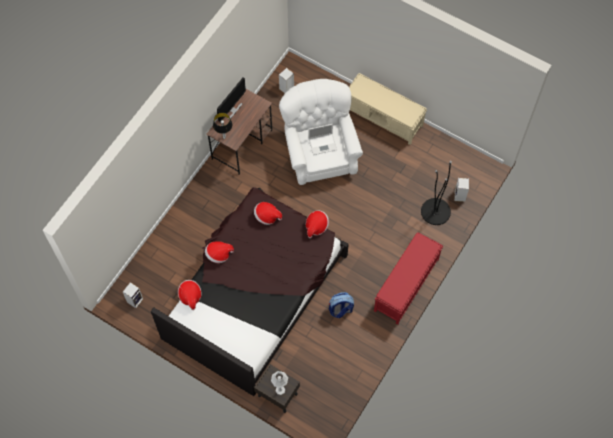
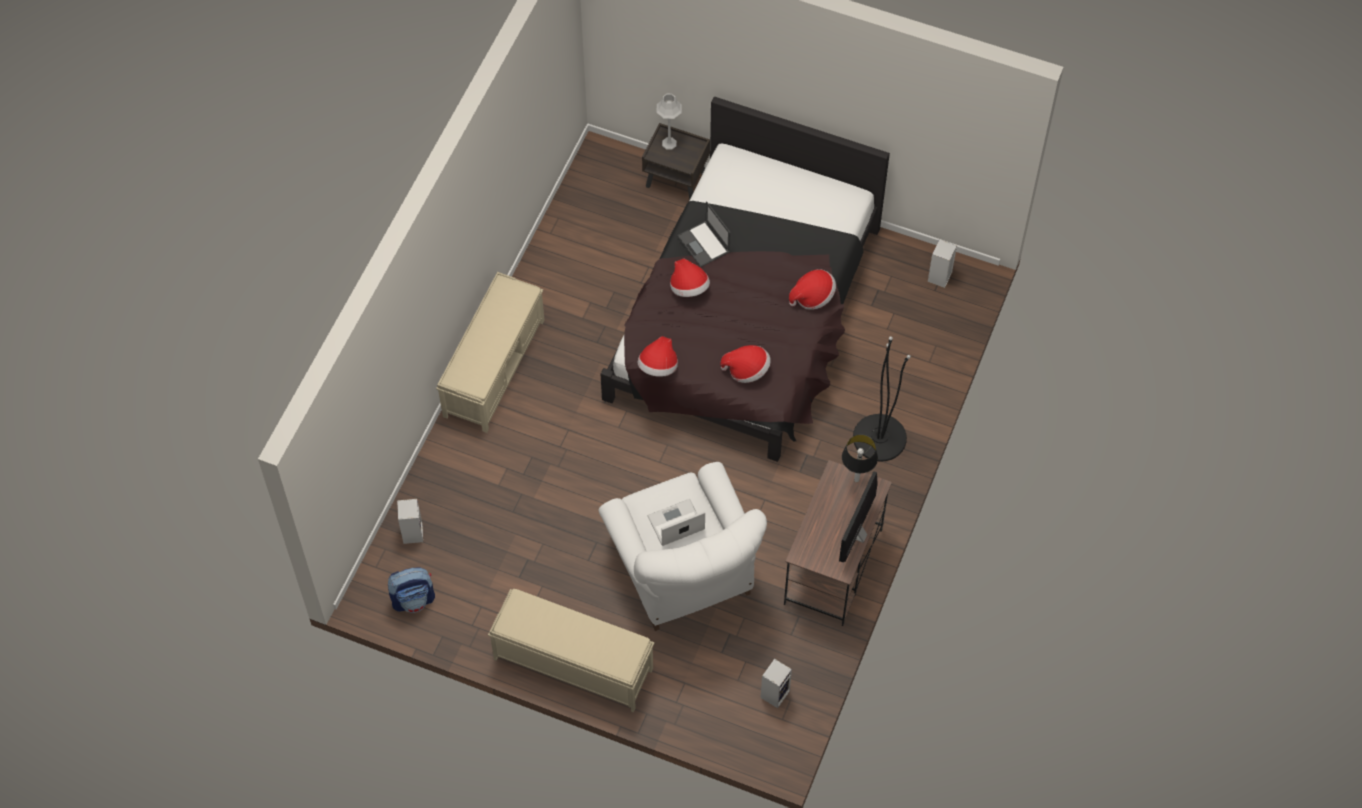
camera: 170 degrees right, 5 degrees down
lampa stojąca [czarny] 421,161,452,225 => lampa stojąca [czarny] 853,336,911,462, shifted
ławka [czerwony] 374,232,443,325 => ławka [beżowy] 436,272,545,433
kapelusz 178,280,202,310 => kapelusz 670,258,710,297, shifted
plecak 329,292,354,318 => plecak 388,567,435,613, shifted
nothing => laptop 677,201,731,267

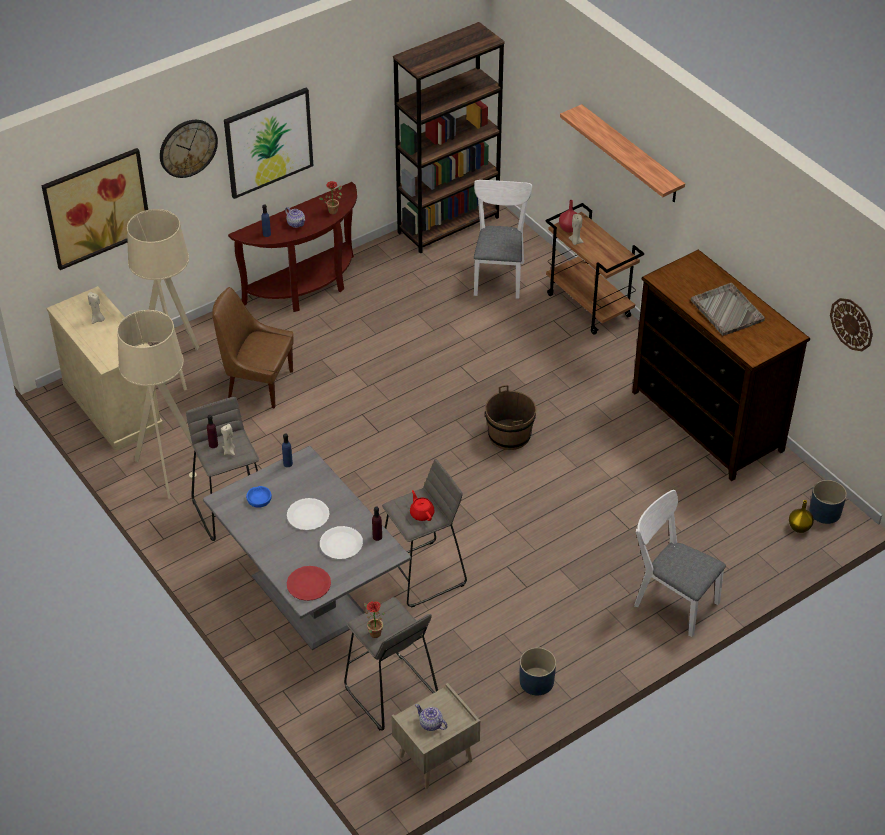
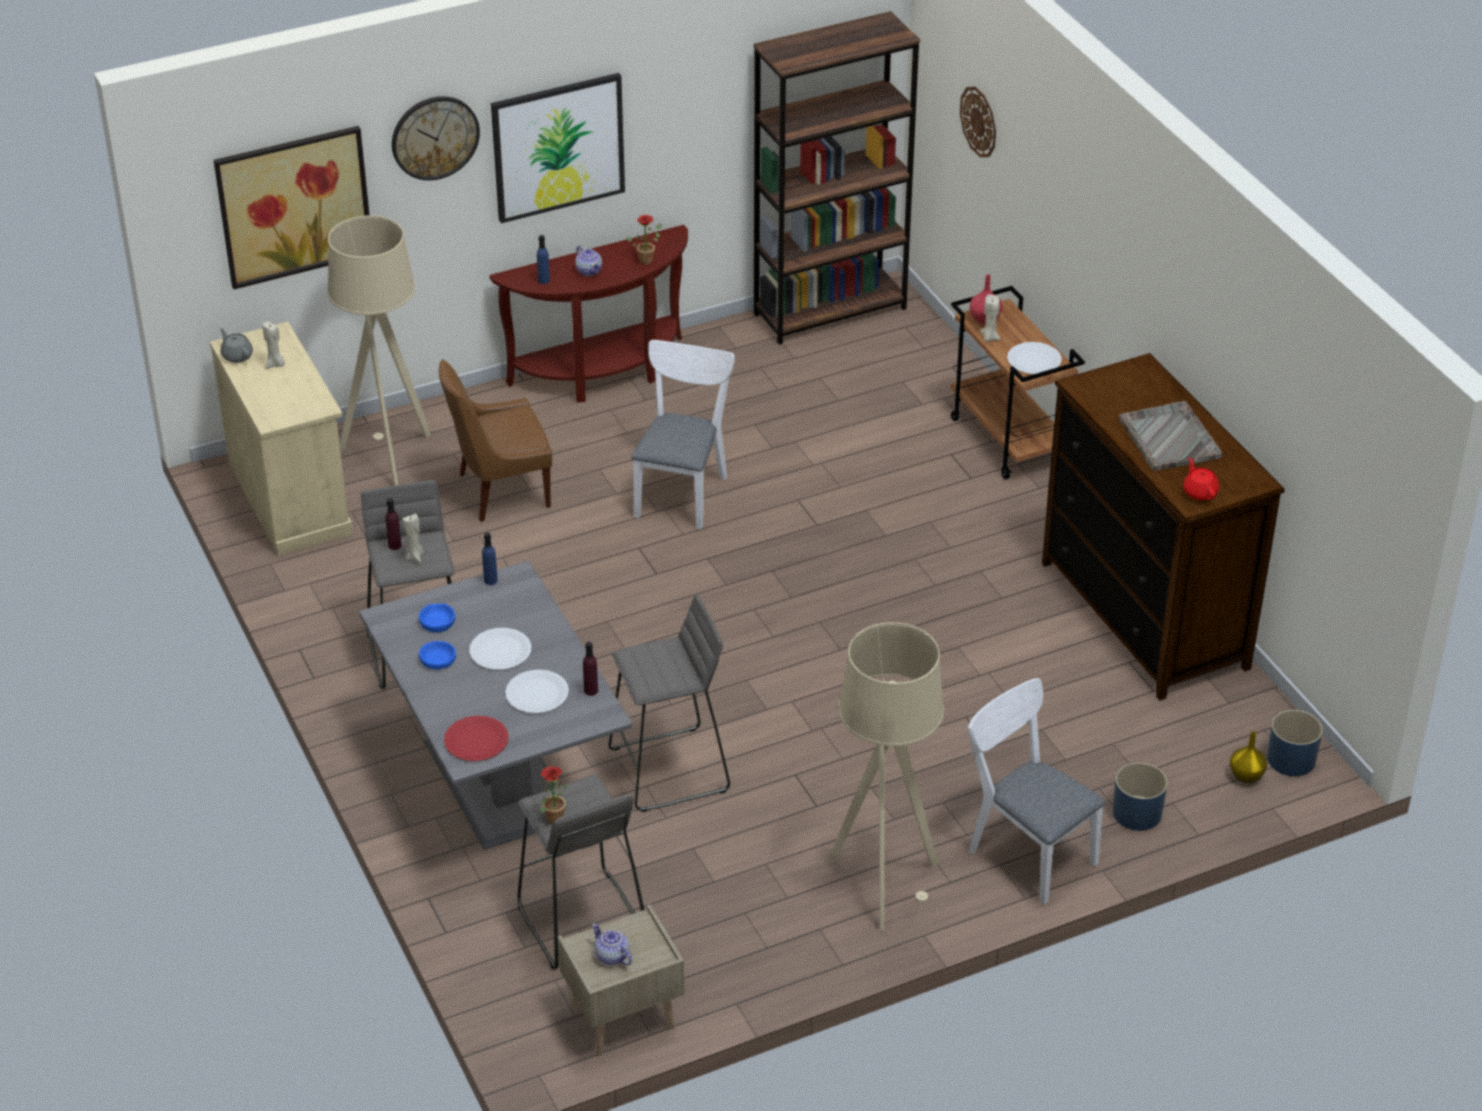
camera: 10 degrees right, 5 degrees down
półka 560,104,685,202 => nothing
krzesło [biały] 474,180,532,299 => krzesło [biały] 632,340,735,529, shifted
krzesło [brązowy] 212,287,294,409 => krzesło [brązowy] 439,359,552,522, 45 degrees counterclockwise
zegar ścienny 830,298,873,351 => zegar ścienny 960,87,996,157, shifted
lampa stojąca [beżowy] 117,310,197,499 => lampa stojąca [beżowy] 828,622,944,931, shifted
wiadro [brązowy] 485,385,536,450 => nothing
imbryk [czerwony] 410,490,435,521 => imbryk [czerwony] 1183,458,1219,500, shifted
donica [niebieski] 520,647,556,695 => donica [niebieski] 1113,763,1167,831, shifted
nothing => imbryk [szary] 220,328,253,363
nothing => talerz [biały] 1007,342,1062,374
nothing => miska [niebieski] 419,641,456,670

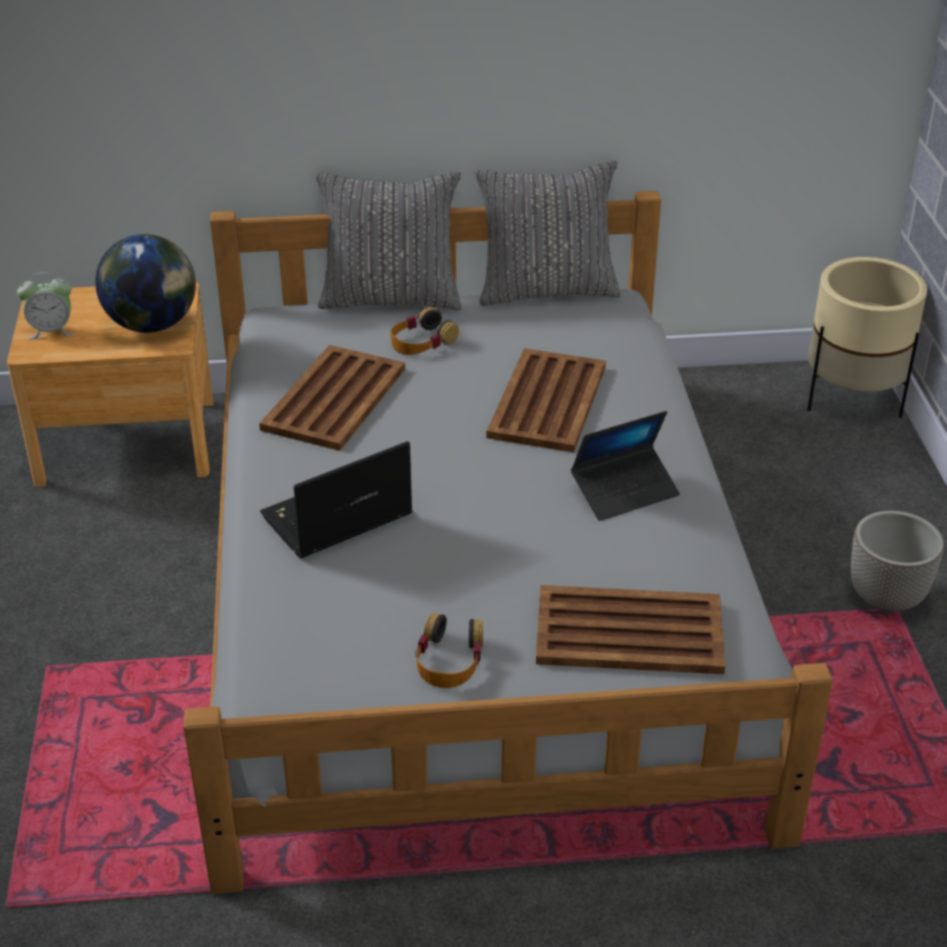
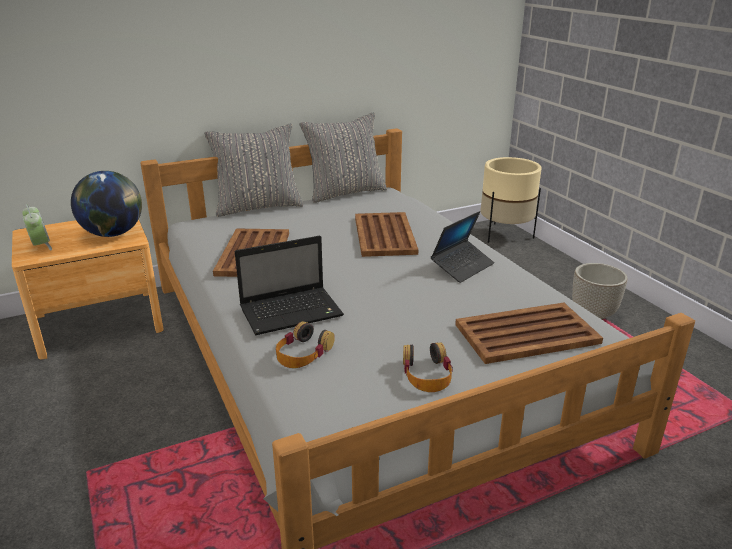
camera: 20 degrees left, 10 degrees down
budzik 17,272,74,339 => budzik 22,204,52,250, 90 degrees counterclockwise
słuchawki 391,307,459,355 => słuchawki 276,321,335,368, shifted
laptop 260,441,413,558 => laptop 235,236,344,335, 150 degrees counterclockwise

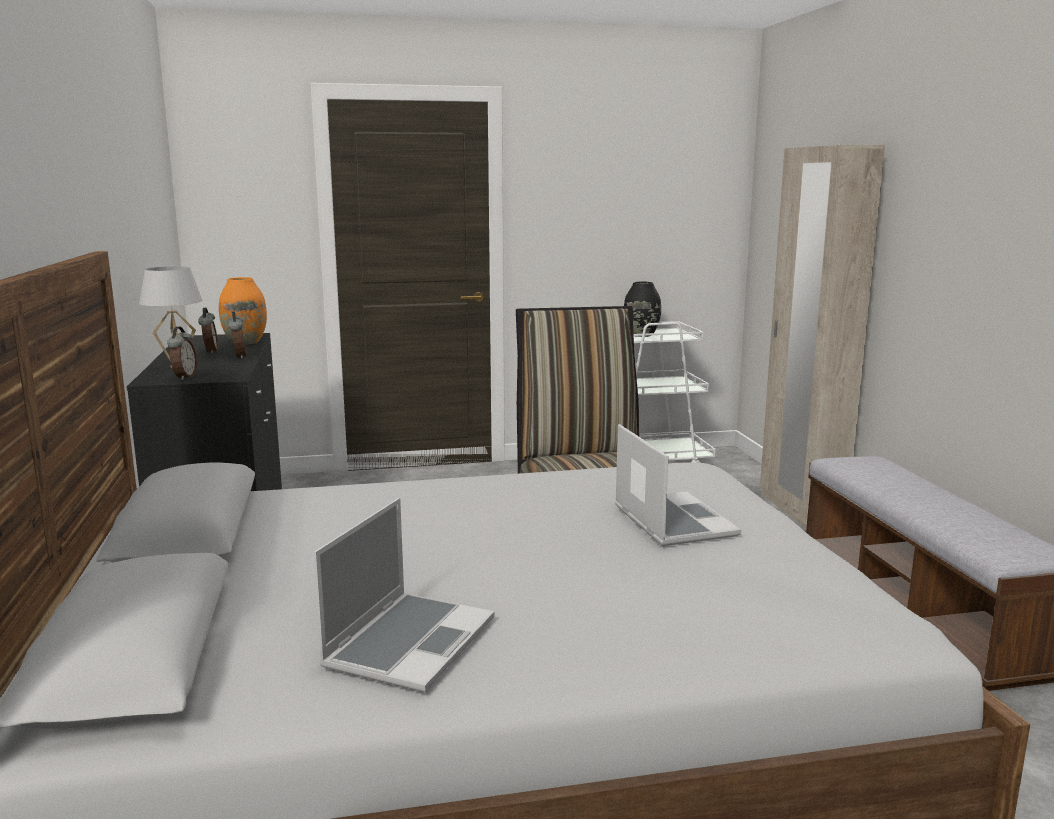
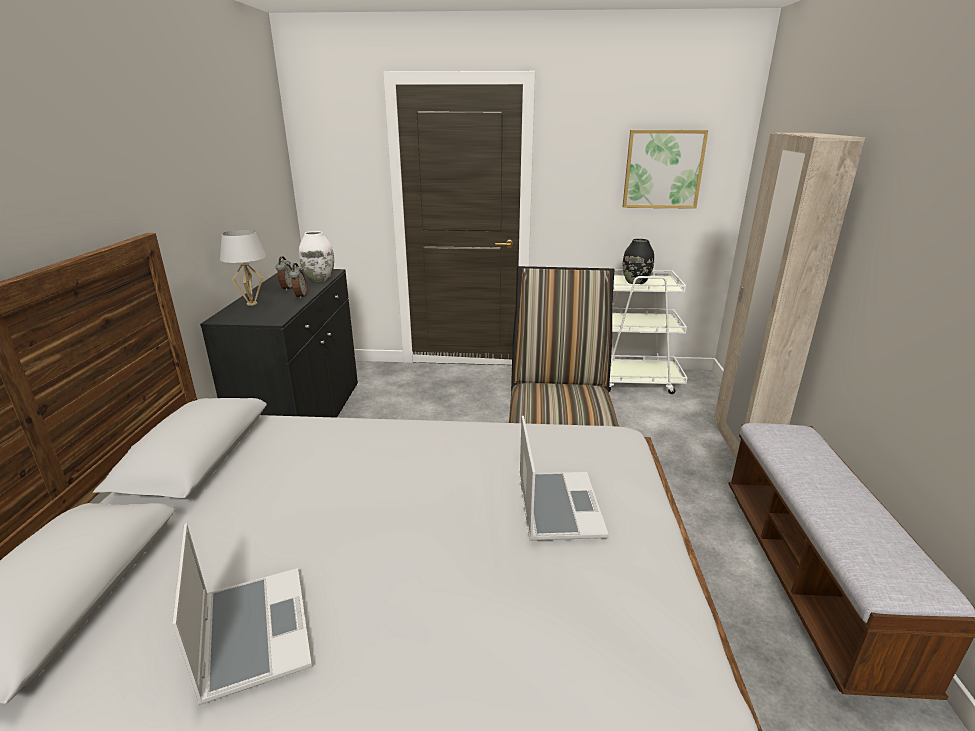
camera: 15 degrees right, 10 degrees up
wazon [pomarańczowy] 219,277,267,345 => wazon [biały] 299,231,334,282
budzik 167,327,197,380 => nothing
laptop 314,498,495,692 => laptop 172,523,312,705, 60 degrees counterclockwise
nothing => obraz 623,130,708,209

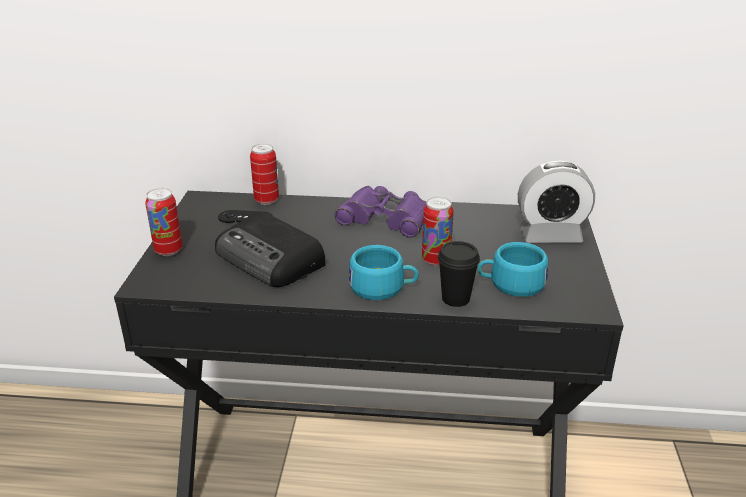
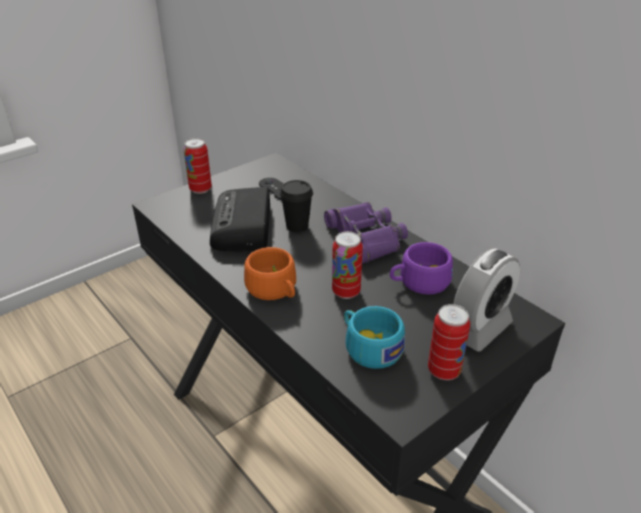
camera: 45 degrees right, 5 degrees up
puszka 250,144,279,205 => puszka 428,304,470,380, shifted
budzik 518,160,595,243 => budzik 453,248,520,352, 90 degrees counterclockwise
filiżanka [czarny] 438,241,480,307 => filiżanka [czarny] 280,180,313,232, shifted
filiżanka [turkusowy] 349,245,419,300 => filiżanka [pomarańczowy] 244,247,296,300
nothing => filiżanka [fioletowy] 390,242,453,294

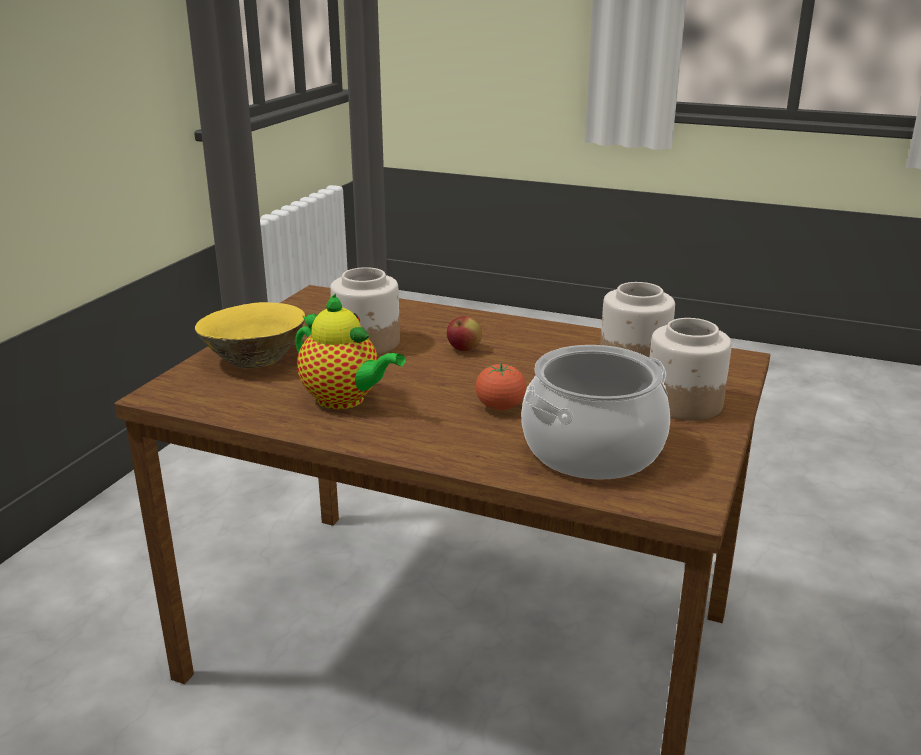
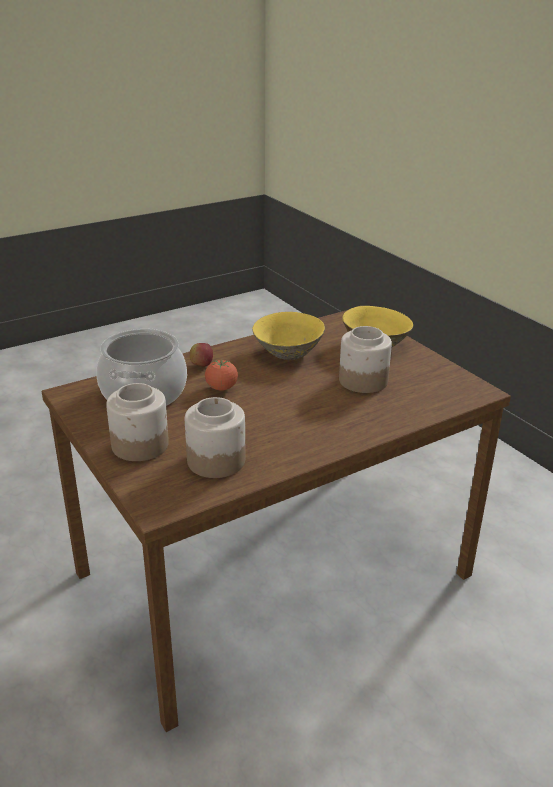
camera: 125 degrees right, 5 degrees up
imbryk 295,294,406,409 => miska [żółty] 252,312,325,360
jabłko 447,316,482,351 => jabłko 189,343,213,367, shifted

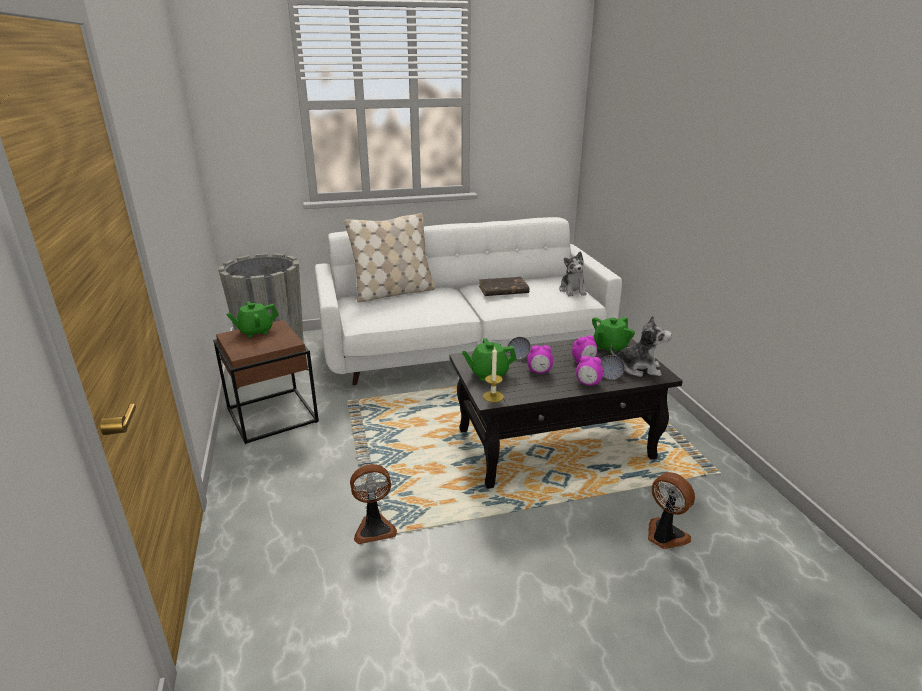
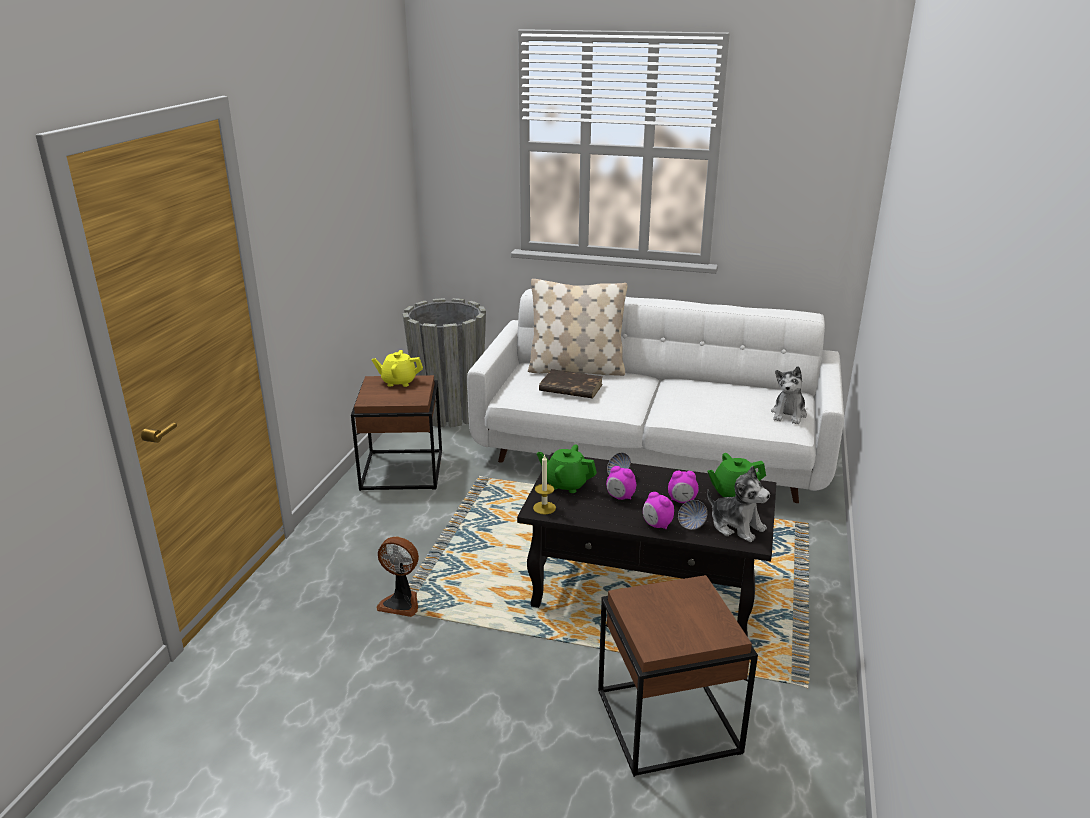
camera: 30 degrees right, 0 degrees up
książka [brązowy] 479,277,530,296 => książka [brązowy] 539,369,603,399, shifted
imbryk [zielony] 226,302,279,337 => imbryk [żółty] 372,350,423,387
wentylator 648,472,695,549 => stolik [brązowy] 598,575,758,777

